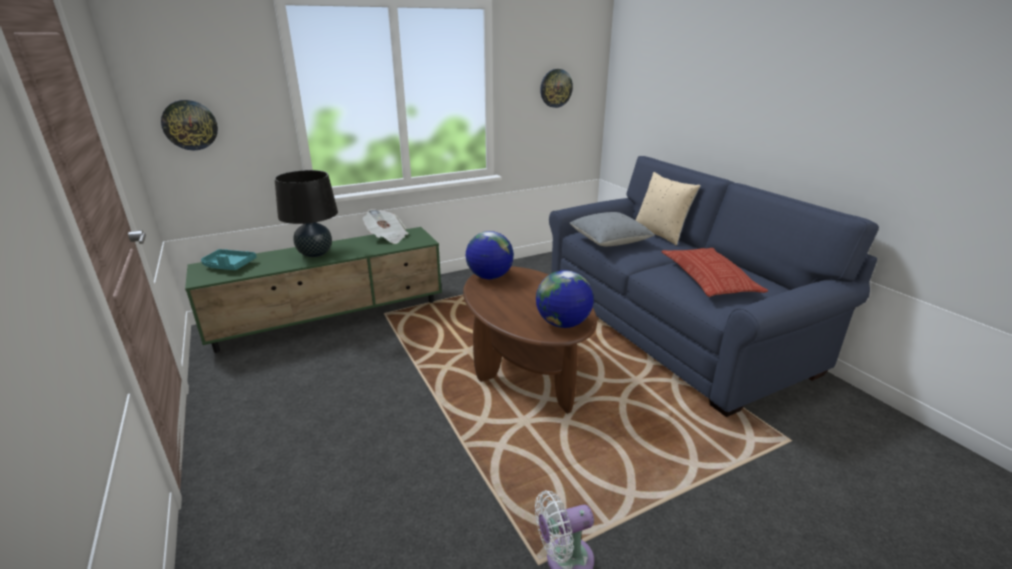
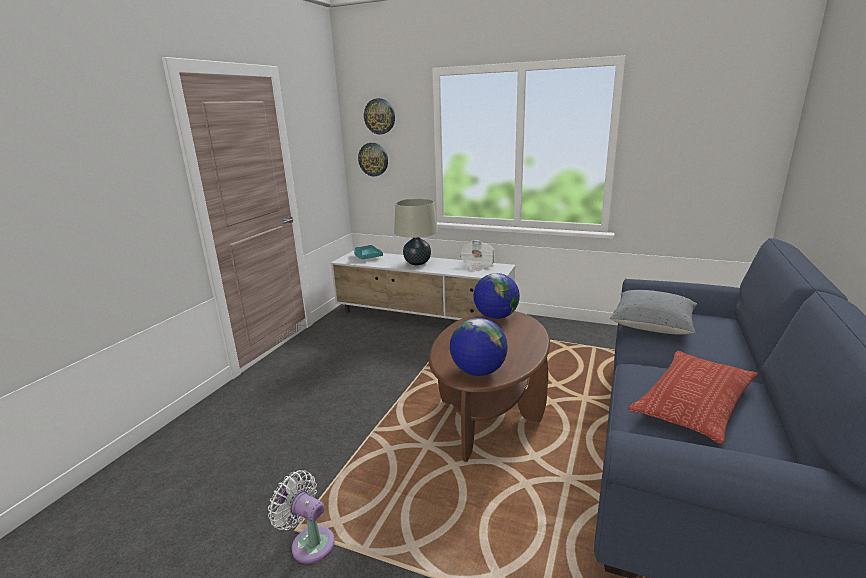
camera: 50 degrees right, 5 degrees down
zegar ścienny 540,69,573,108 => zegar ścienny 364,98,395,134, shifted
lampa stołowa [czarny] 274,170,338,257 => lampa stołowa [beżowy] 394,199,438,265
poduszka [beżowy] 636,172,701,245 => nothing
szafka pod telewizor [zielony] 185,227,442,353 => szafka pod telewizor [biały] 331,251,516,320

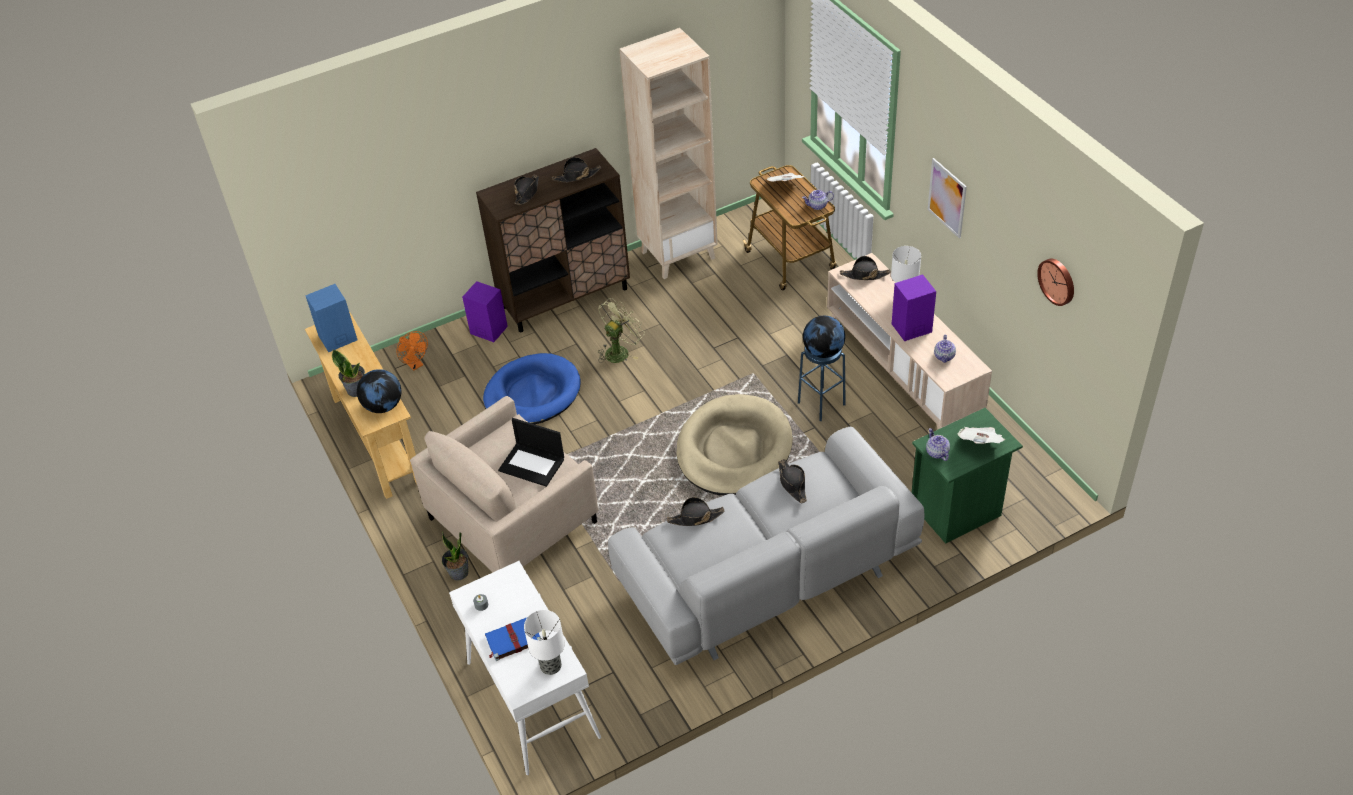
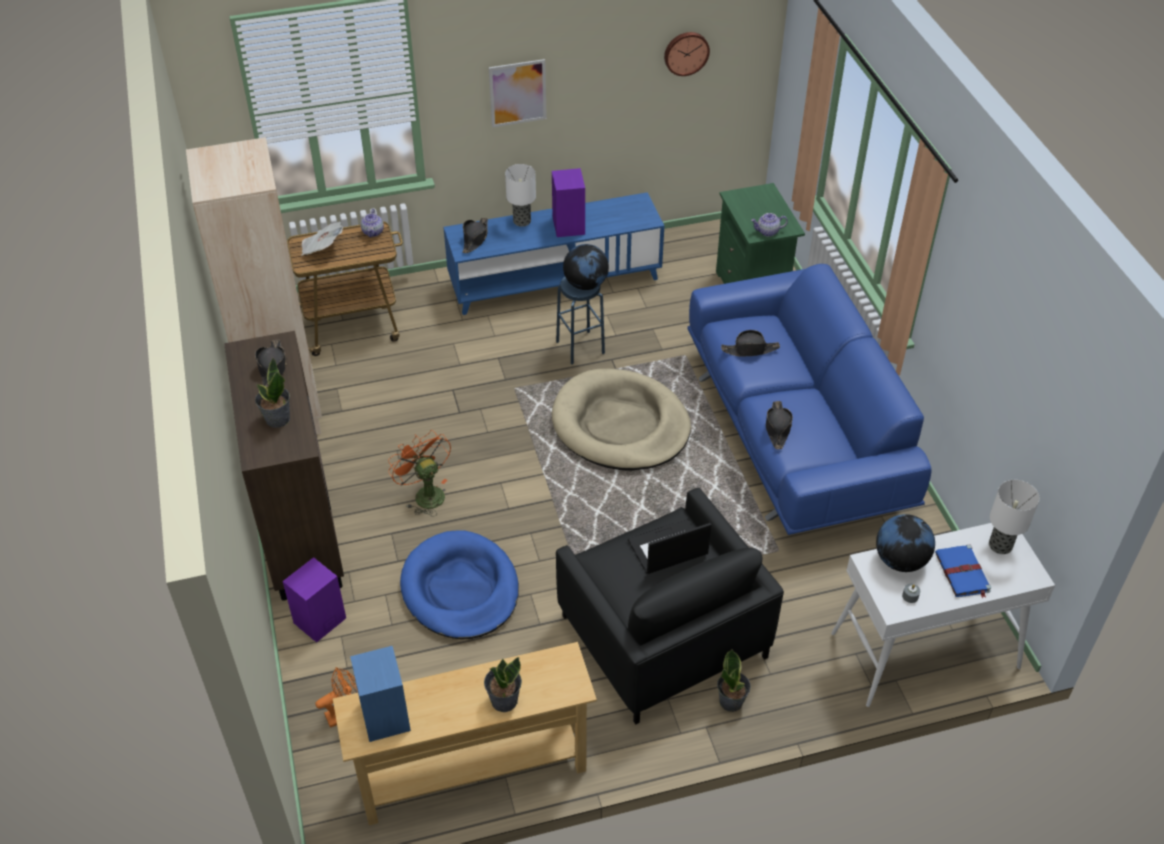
camera: 80 degrees left, 0 degrees up
kapelusz [czarny] 514,174,539,205 => roślina doniczkowa 255,358,290,428
szafka pod telewizor [beżowy] 827,253,992,430 => szafka pod telewizor [niebieski] 443,192,664,315
wentylator [zielony] 598,298,645,363 => wentylator [pomarańczowy] 388,430,451,517
imbryk 934,335,956,363 => nothing
globus 357,369,401,413 => globus 876,514,935,572, shifted
fotel [beżowy] 410,396,598,572 => fotel [czarny] 556,488,784,724
laptop 498,418,564,487 => laptop 628,519,711,574, 150 degrees counterclockwise
kanapa [szary] 608,427,924,665 => kanapa [niebieski] 688,264,932,535
gazeta 957,427,1005,444 => nothing

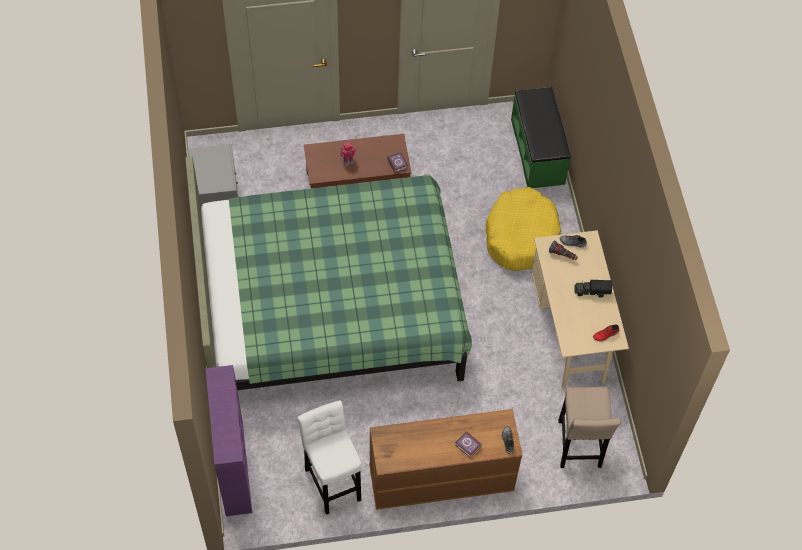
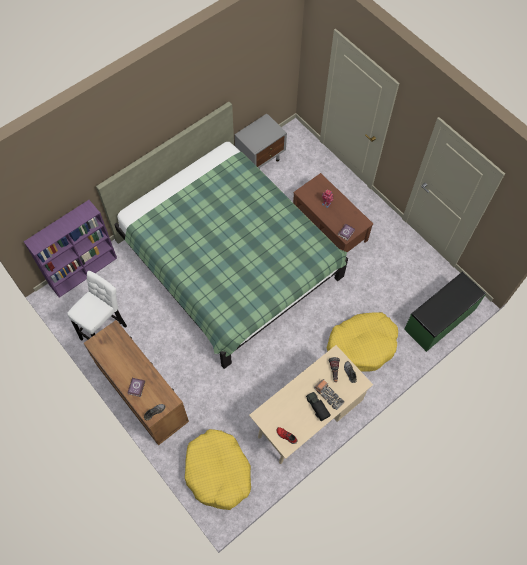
camera: 60 degrees right, 5 degrees up
stołek [beżowy] 558,387,621,468 => legowisko [żółty] 185,429,251,510
nothing => ciężarówka zabawkowa 314,379,345,410

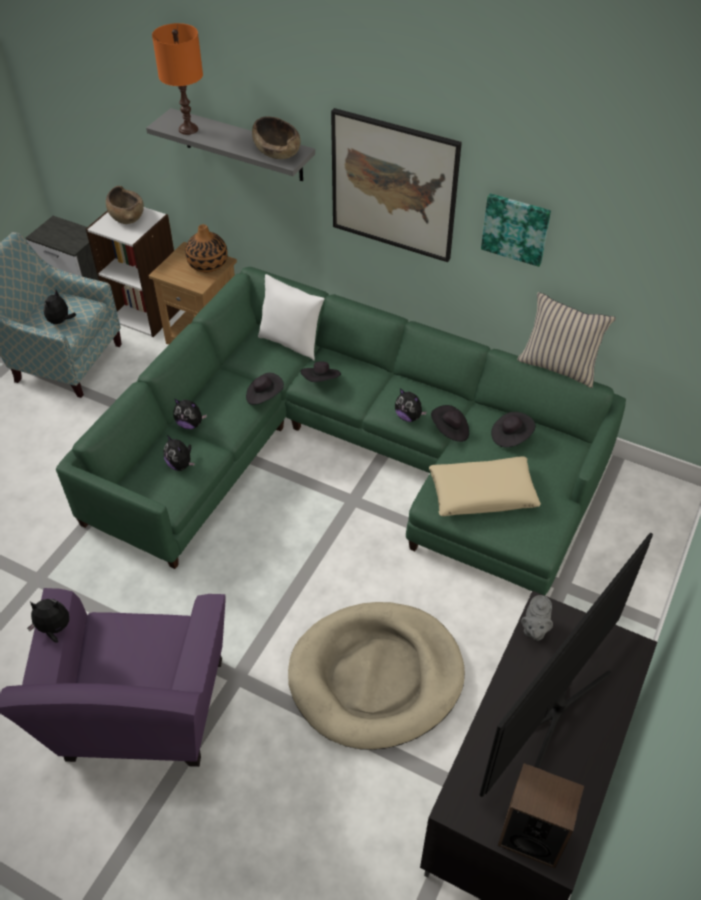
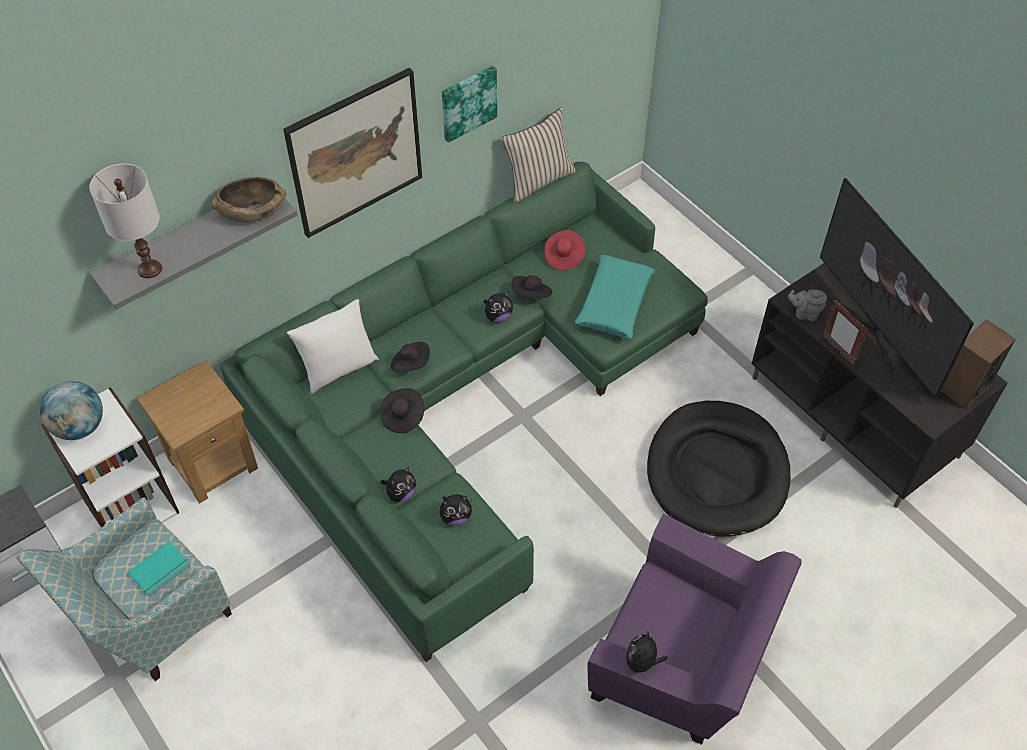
camera: 65 degrees left, 5 degrees up
lampa stołowa [pomarańczowy] 152,23,203,135 => lampa stołowa [biały] 90,164,162,278
miska [brązowy] 106,186,144,224 => globus 40,381,103,440
wazon 185,224,228,272 => nothing
pluszak 44,290,76,325 => książka [turkusowy] 128,541,191,597
kapelusz [czarny] 491,412,535,448 => kapelusz [czerwony] 544,230,585,270
poduszka [beżowy] 429,456,541,516 => poduszka [turkusowy] 575,255,655,339
imbryk [szary] 521,595,553,641 => imbryk [szary] 788,289,827,322, 150 degrees clockwise
legowisko [beżowy] 288,602,465,750 => legowisko [czarny] 647,401,791,537
nothing => ramka na zdjęcie 823,300,868,365

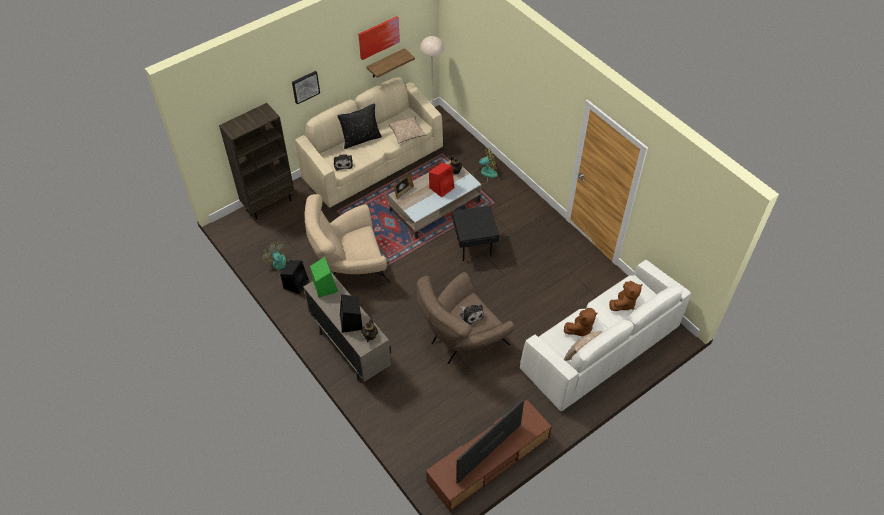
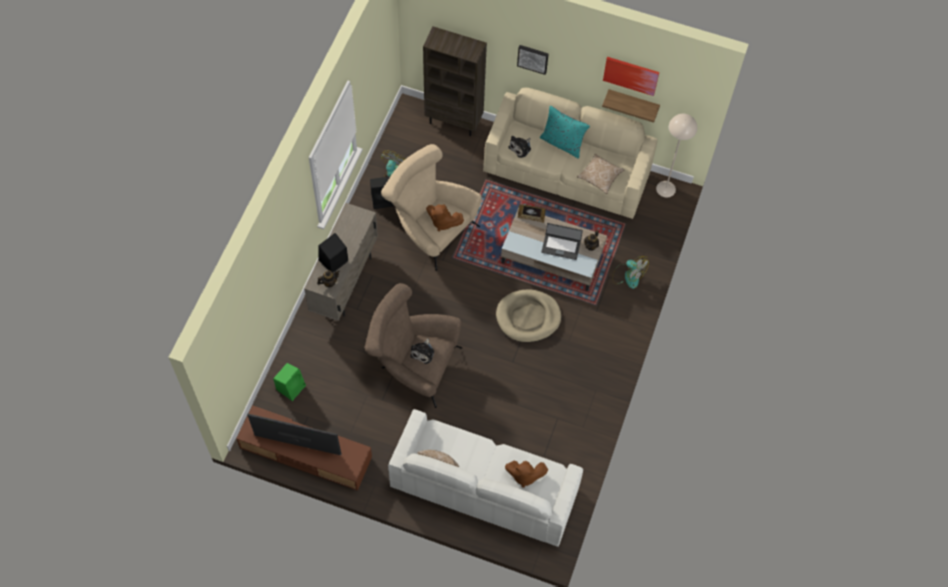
camera: 55 degrees right, 10 degrees up
poduszka [czarny] 338,103,382,149 => poduszka [turkusowy] 540,106,590,159
głośnik [czerwony] 429,163,454,197 => laptop 541,223,583,260
stolik [czarny] 452,206,499,261 => legowisko [beżowy] 496,289,561,342
głośnik [zielony] 310,257,338,298 => głośnik [zielony] 273,363,306,401, shifted
pluszak [brązowy] 564,308,598,336 => pluszak [brązowy] 426,204,464,231, shifted

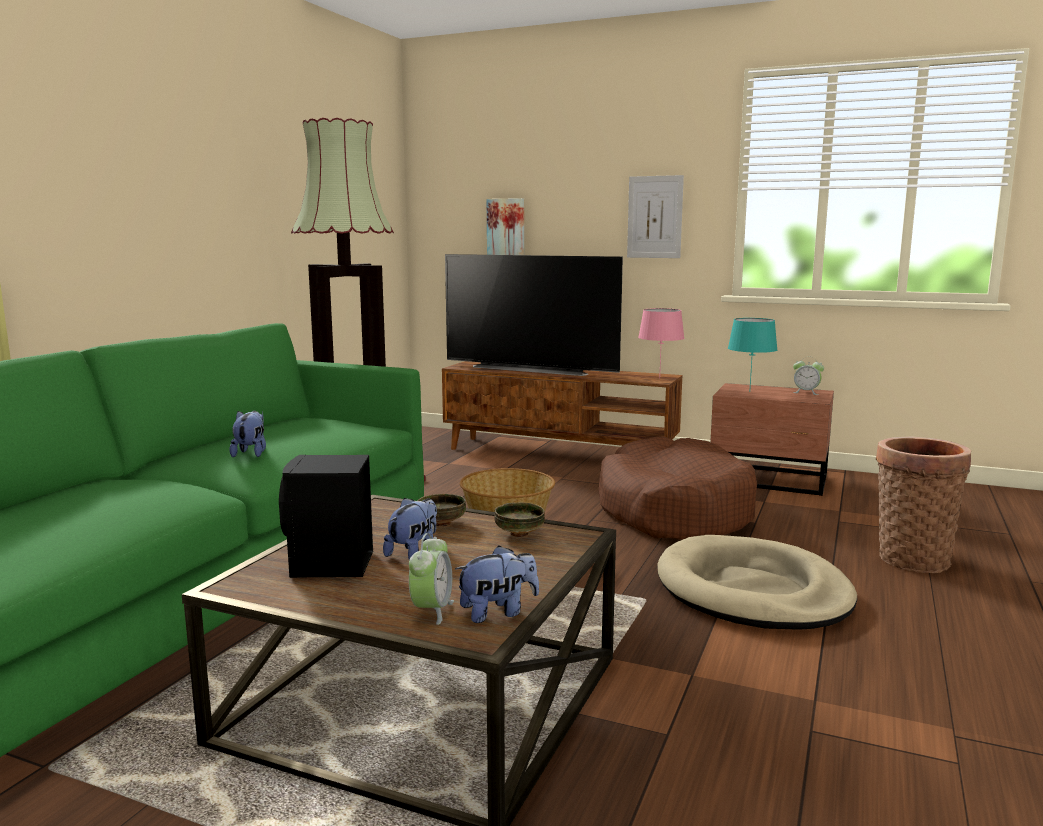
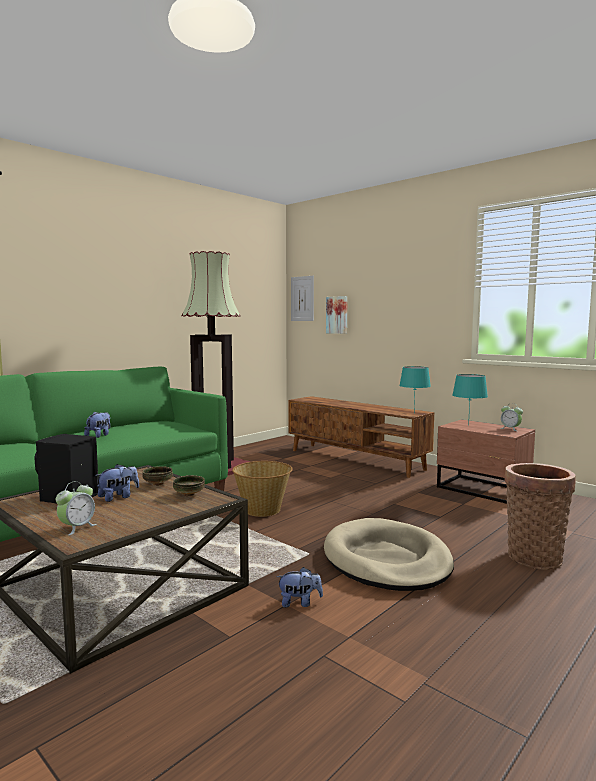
camera: 20 degrees right, 5 degrees down
obraz 627,175,684,258 => obraz 291,276,314,321, shifted
telewizor 445,254,623,376 => nothing
lampa stołowa [różowy] 638,308,684,379 => lampa stołowa [turkusowy] 399,366,431,410
legowisko [brązowy] 598,436,757,540 => nothing
pluszak 455,546,539,623 => pluszak 276,567,323,608, shifted

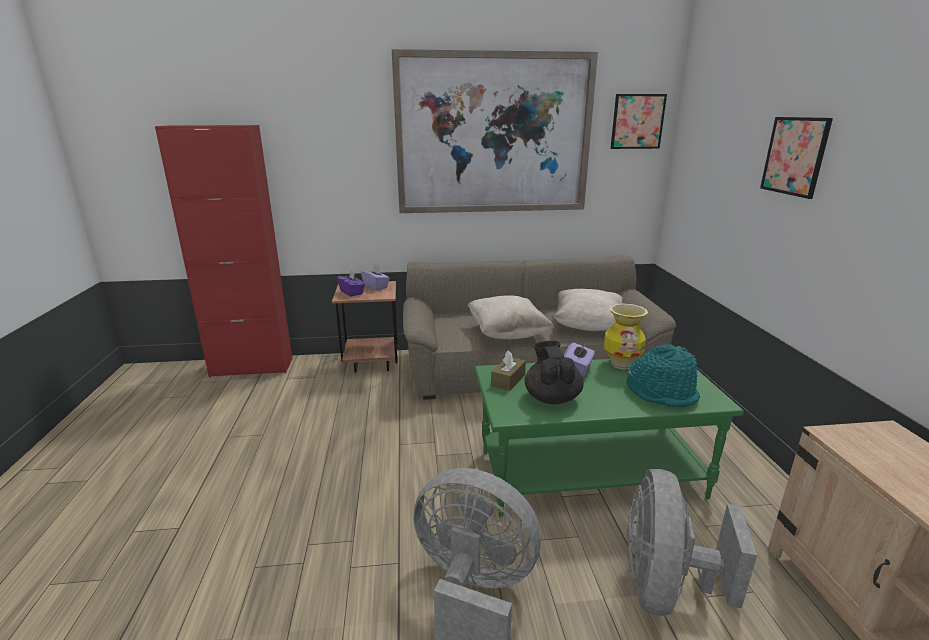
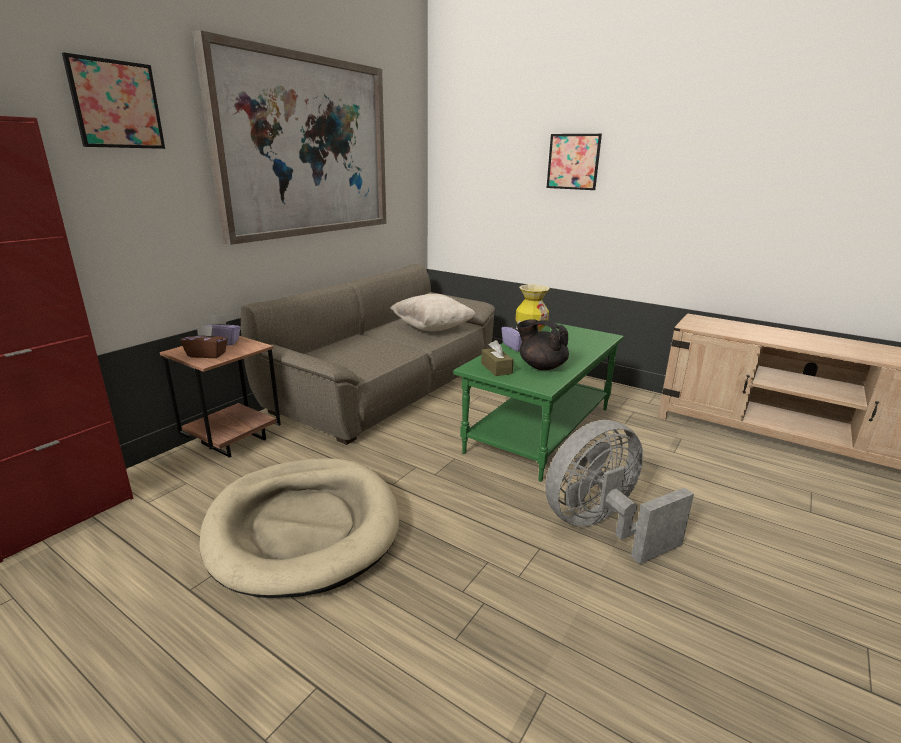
camera: 50 degrees left, 0 degrees up
obraz 610,94,667,149 => obraz 62,52,165,149, shifted
pudełko chusteczek [fioletowy] 337,271,365,297 => pudełko chusteczek [brązowy] 180,325,228,358
poduszka [beżowy] 468,295,554,339 => nothing
kapelusz [turkusowy] 626,344,700,407 => nothing
wentylator [szary] 627,469,757,616 => nothing
nothing => legowisko [beżowy] 199,458,399,598

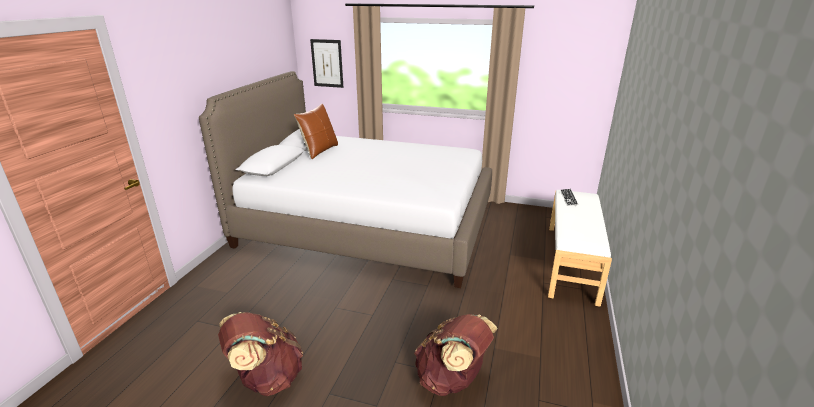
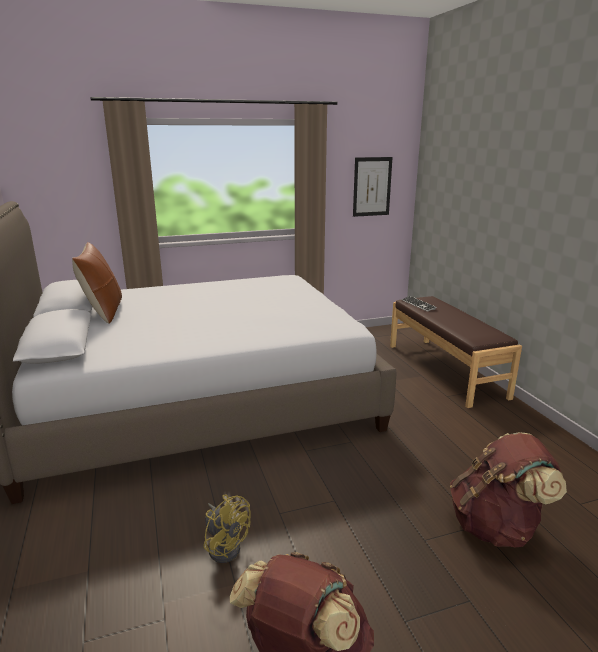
camera: 35 degrees left, 5 degrees down
obraz 310,39,343,88 => obraz 353,157,393,217, shifted
ławka [biały] 548,190,612,307 => ławka [brązowy] 390,296,522,408
nothing => wentylator [żółty] 204,495,250,563

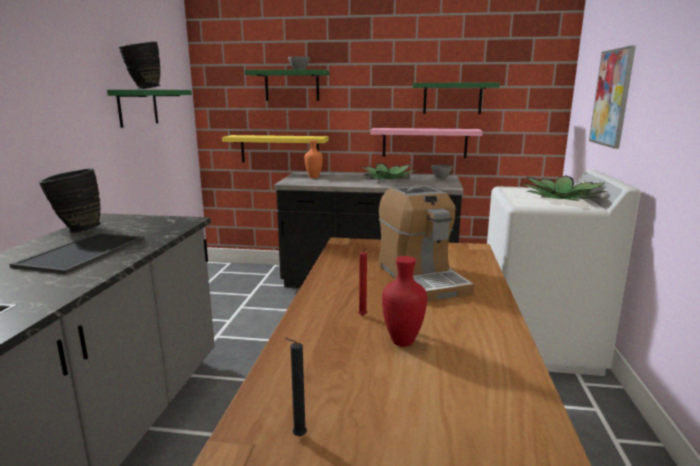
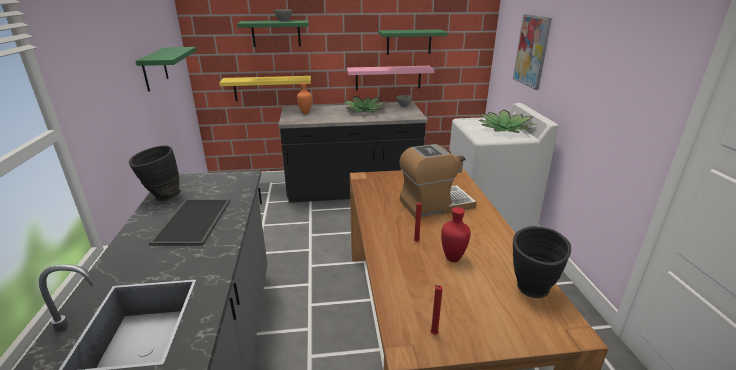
camera: 15 degrees left, 10 degrees up
wazon [czarny] 119,42,161,89 => wazon [czarny] 513,226,571,298, shifted
ekspres do kawy 379,186,474,302 => ekspres do kawy 399,144,477,219, 75 degrees counterclockwise
świeca [czarny] 284,337,307,436 => świeca [czerwony] 430,285,443,335

